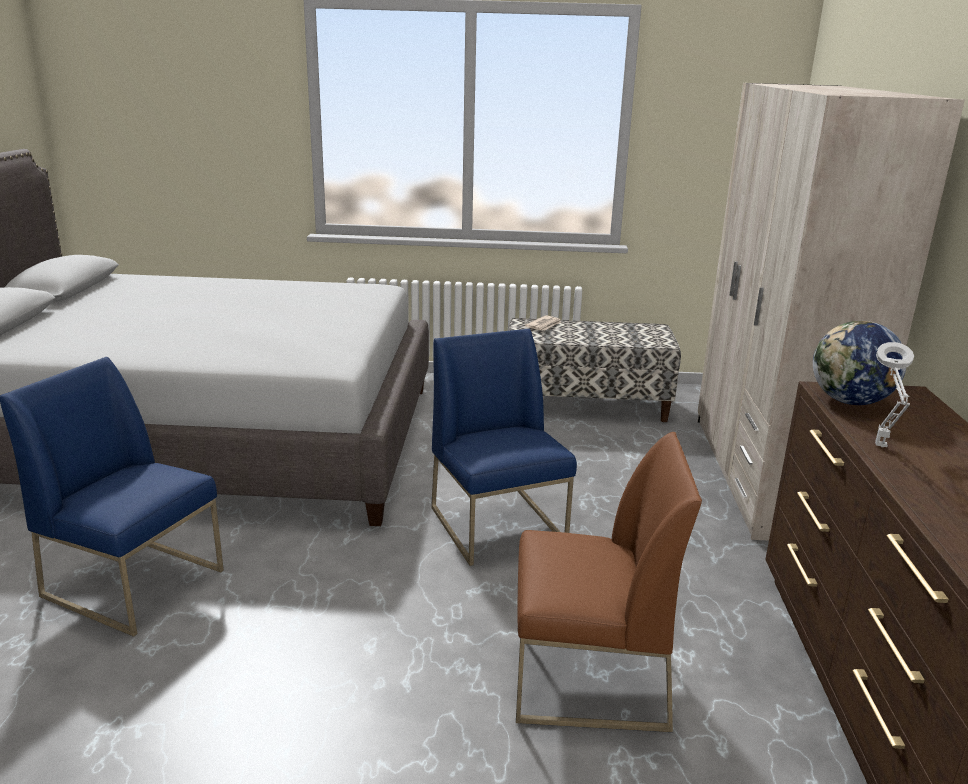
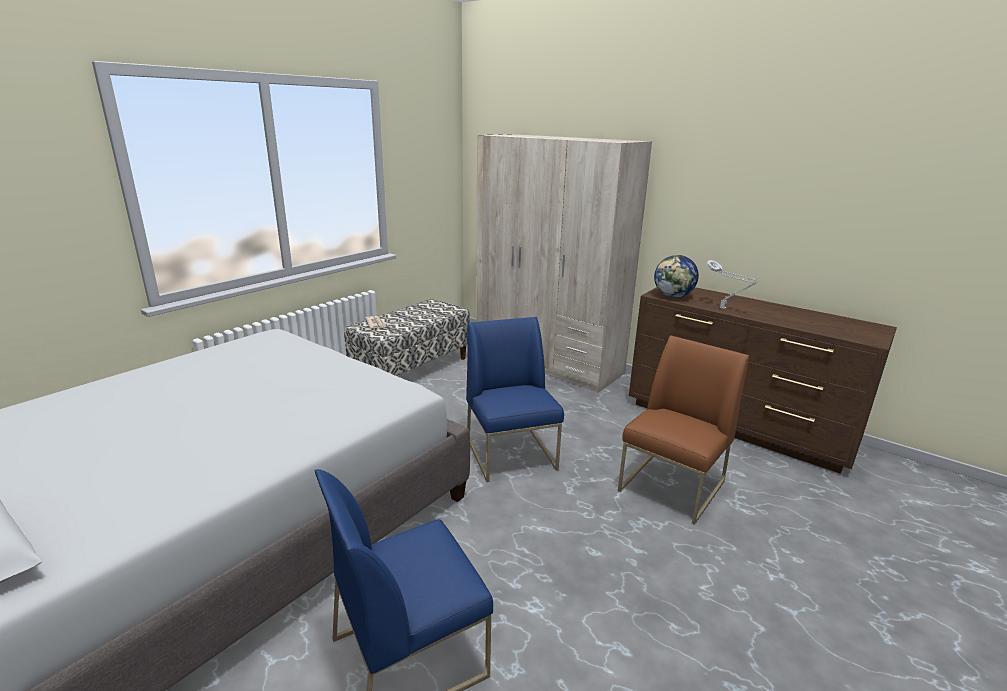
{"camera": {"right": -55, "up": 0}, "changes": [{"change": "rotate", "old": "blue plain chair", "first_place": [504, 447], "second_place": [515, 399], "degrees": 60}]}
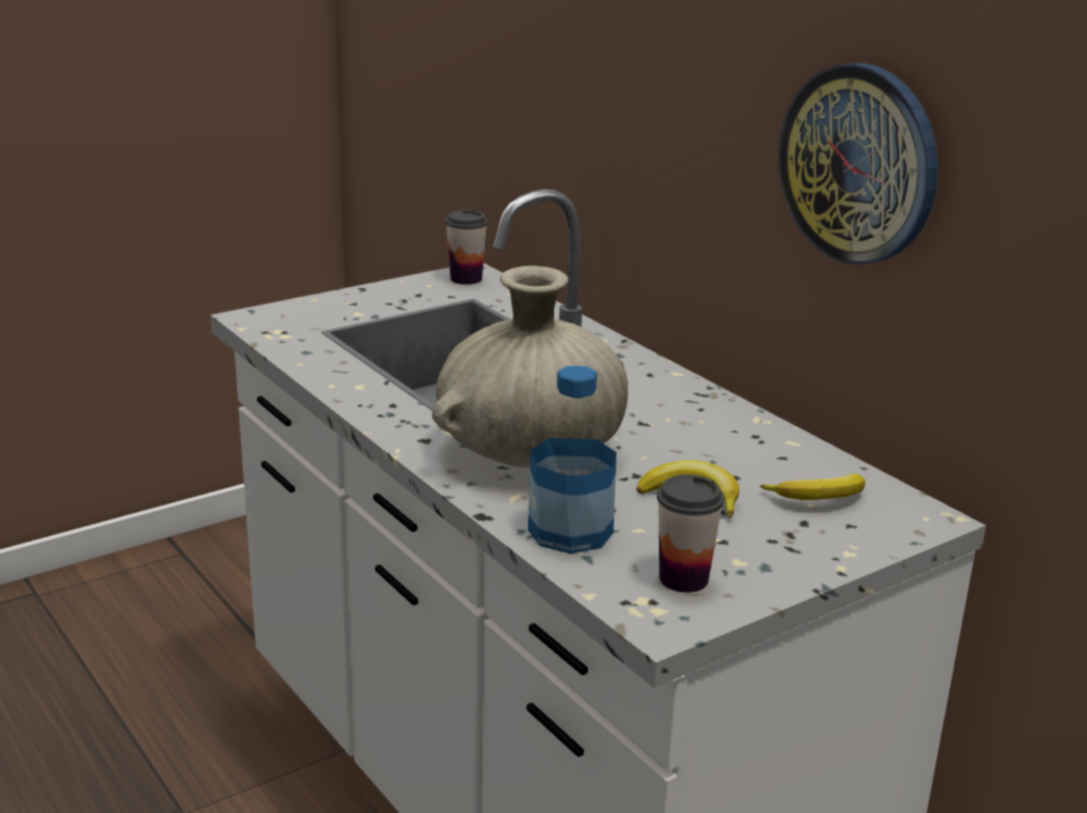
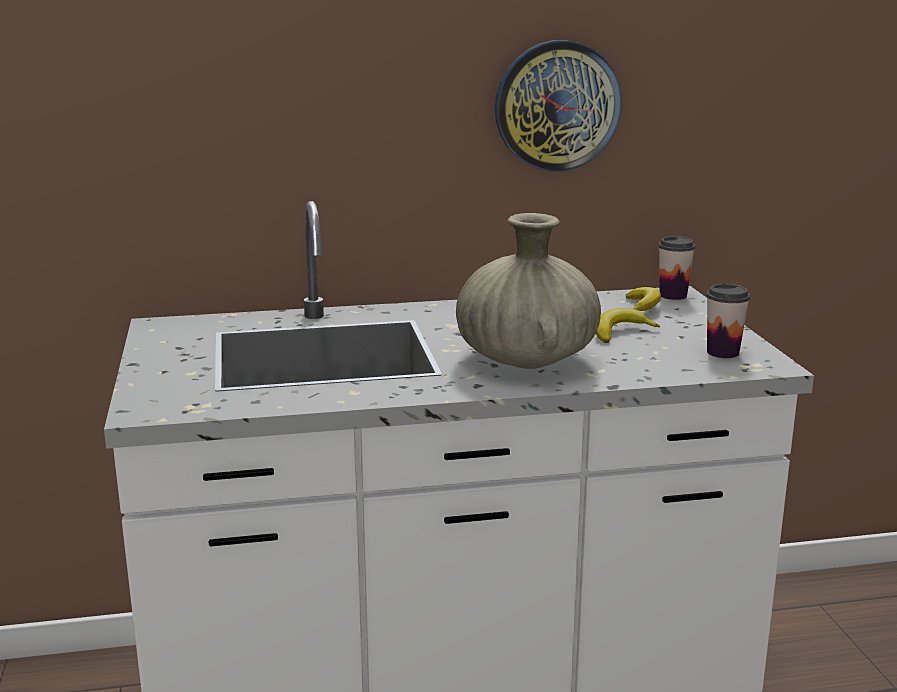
{"camera": {"right": -65, "up": -5}, "changes": [{"change": "move", "old": "small cup", "first_place": [466, 247], "second_place": [677, 268]}, {"change": "delete", "old": "bottle", "first_place": [572, 460]}]}
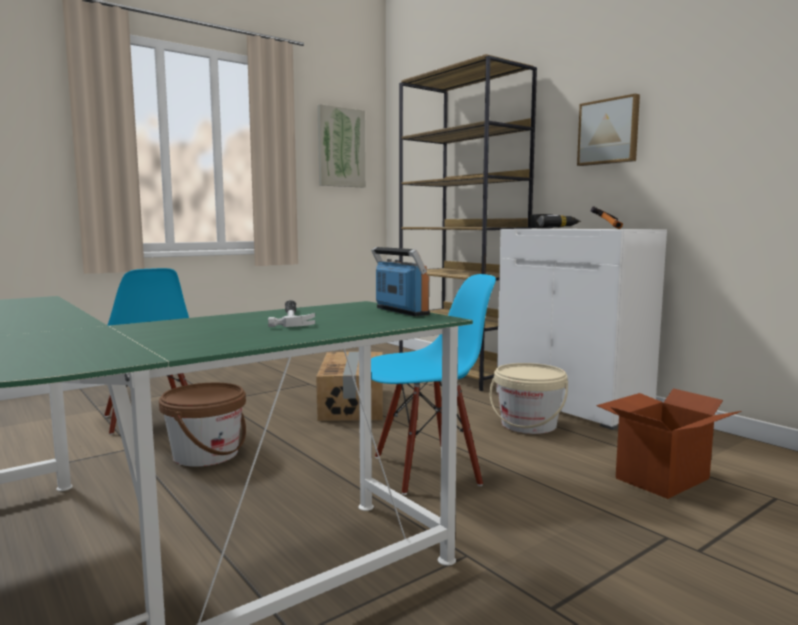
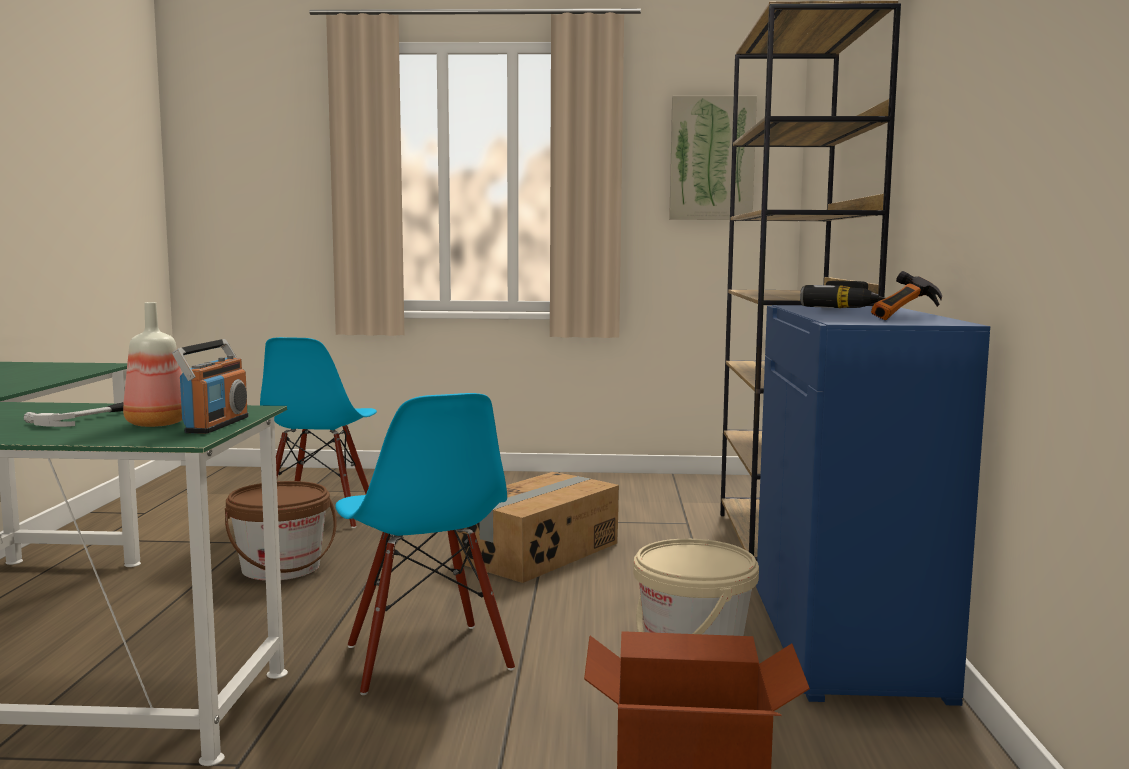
{"camera": {"right": 40, "up": 0}, "changes": [{"change": "delete", "old": "picture", "first_place": [608, 129]}, {"change": "recolor", "old": "white storage cabinet", "new": "blue storage cabinet", "first_place": [582, 329], "second_place": [873, 505]}, {"change": "rotate", "old": "blue plain chair", "first_place": [433, 384], "second_place": [425, 544], "degrees": 45}, {"change": "insert", "new": "bottle", "second_place": [152, 364]}]}
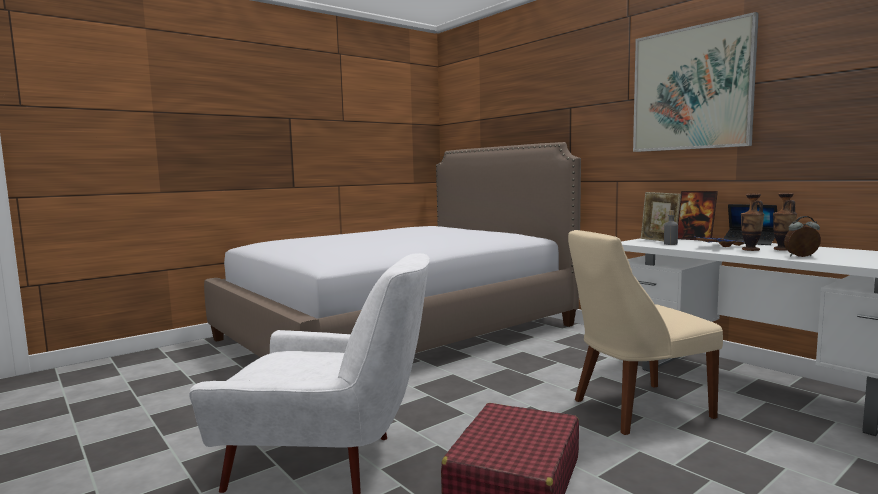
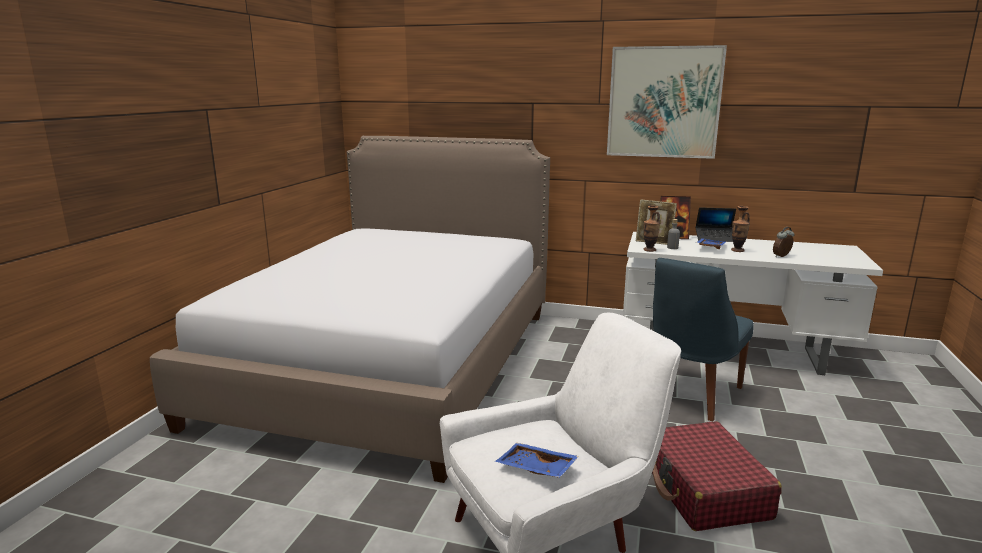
{"camera": {"right": -35, "up": 10}, "changes": [{"change": "move", "old": "vase", "first_place": [785, 222], "second_place": [652, 229]}, {"change": "recolor", "old": "beige plain chair", "new": "blue plain chair", "first_place": [645, 332], "second_place": [703, 339]}, {"change": "insert", "new": "blue carrying tray", "second_place": [537, 460]}]}
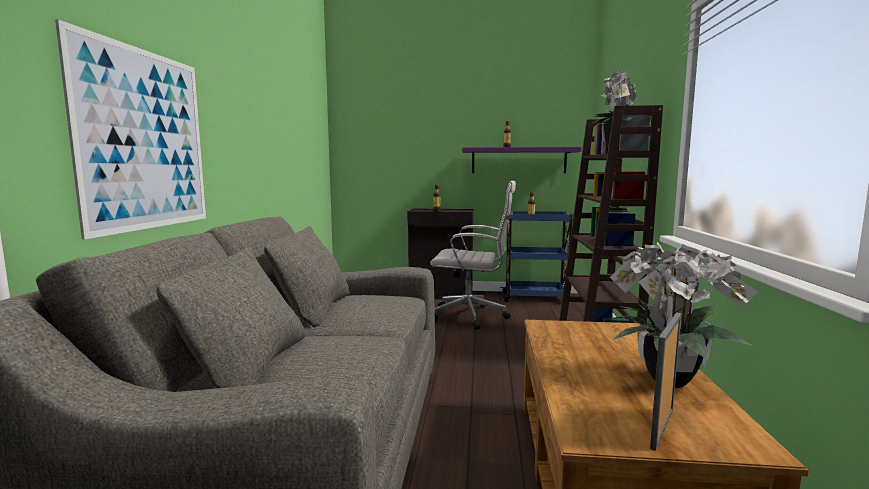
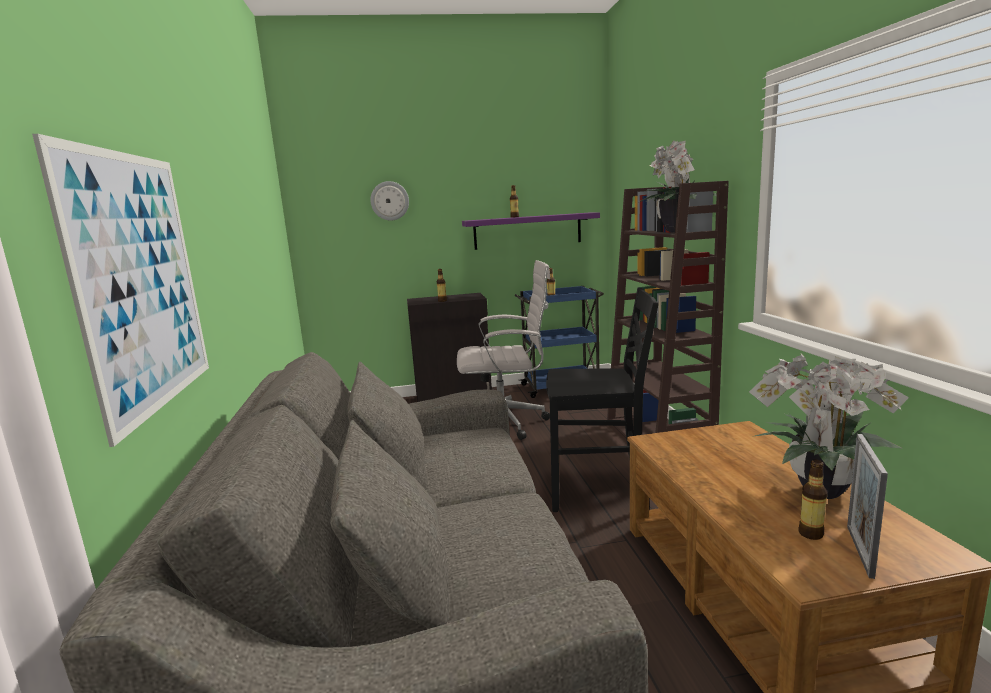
{"camera": {"right": -15, "up": 5}, "changes": [{"change": "insert", "new": "clock on the wall", "second_place": [389, 201]}, {"change": "insert", "new": "black plain chair", "second_place": [602, 400]}, {"change": "insert", "new": "bottle", "second_place": [813, 500]}]}
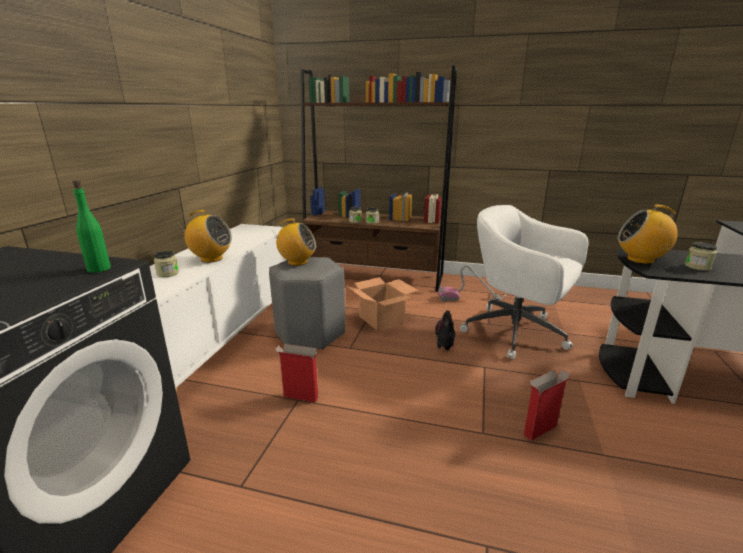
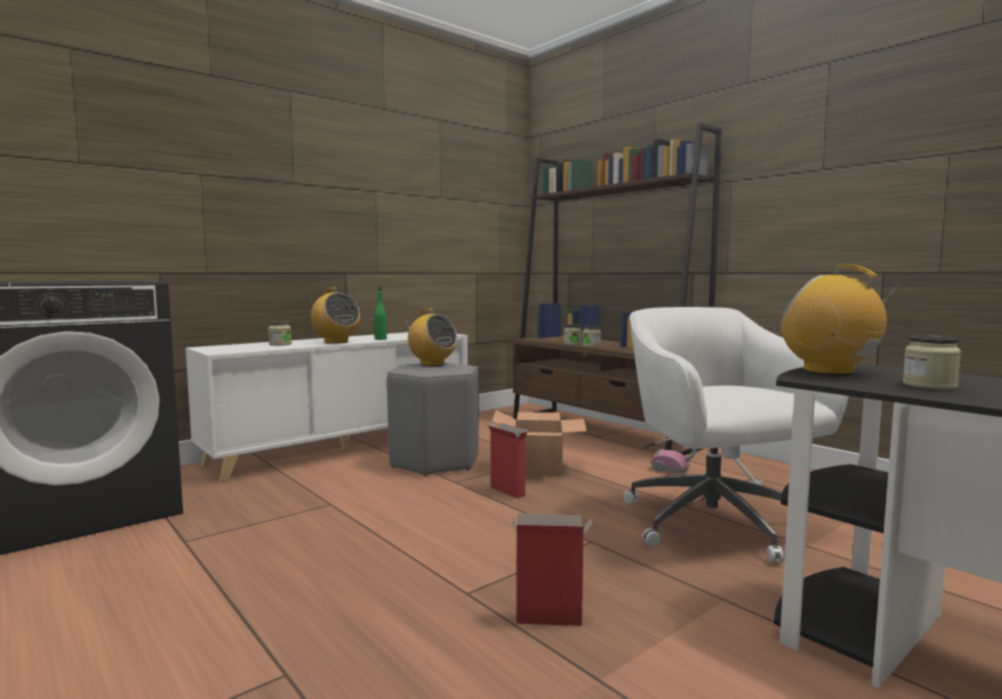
{"camera": {"right": 35, "up": -15}, "changes": [{"change": "move", "old": "greenish bottle", "first_place": [92, 226], "second_place": [380, 313]}, {"change": "delete", "old": "boot", "first_place": [445, 330]}, {"change": "move", "old": "carton", "first_place": [296, 373], "second_place": [508, 460]}]}
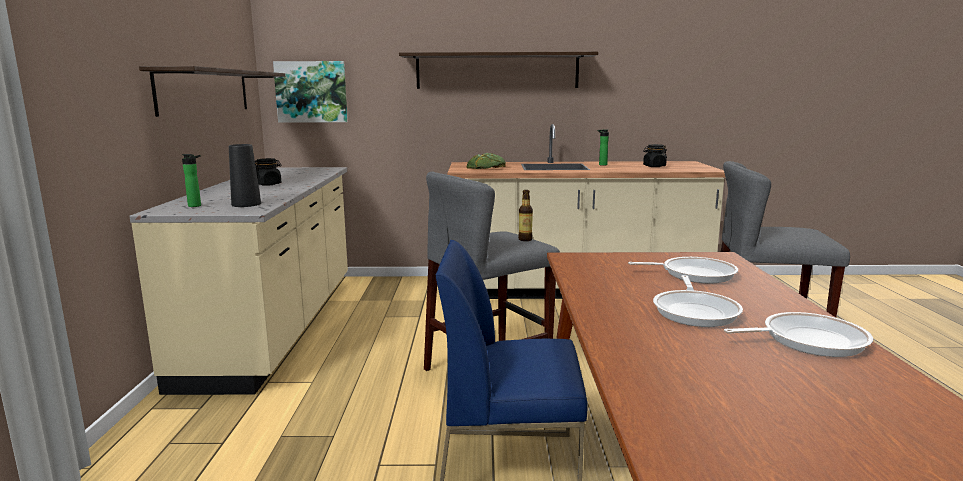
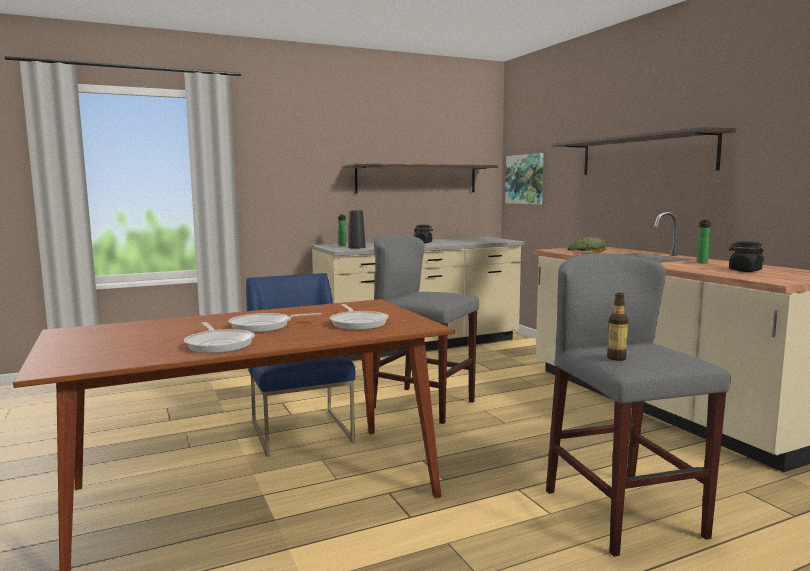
{"camera": {"right": 65, "up": -5}, "changes": [{"change": "move", "old": "bottle", "first_place": [525, 215], "second_place": [617, 327]}]}
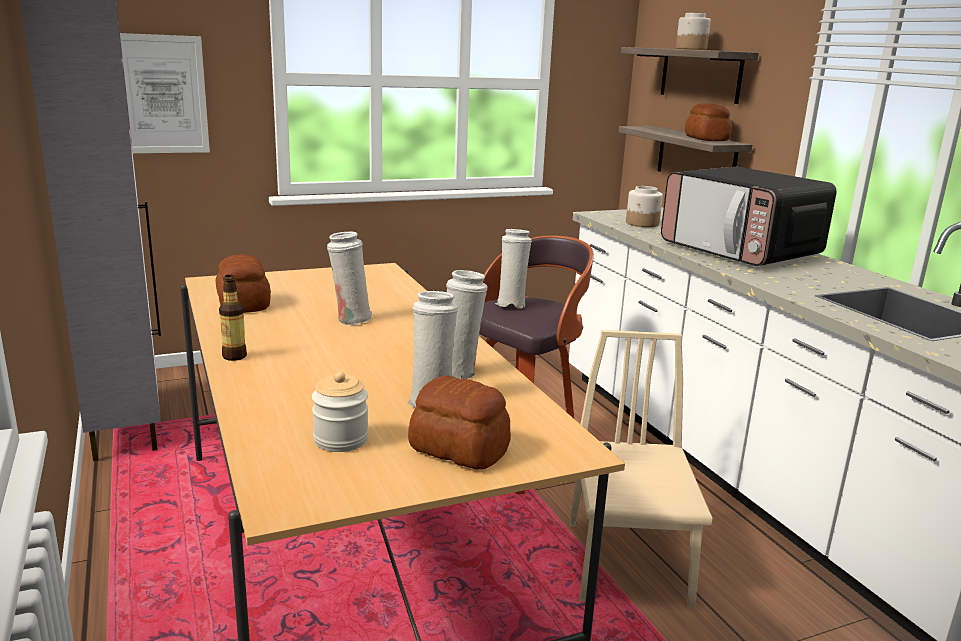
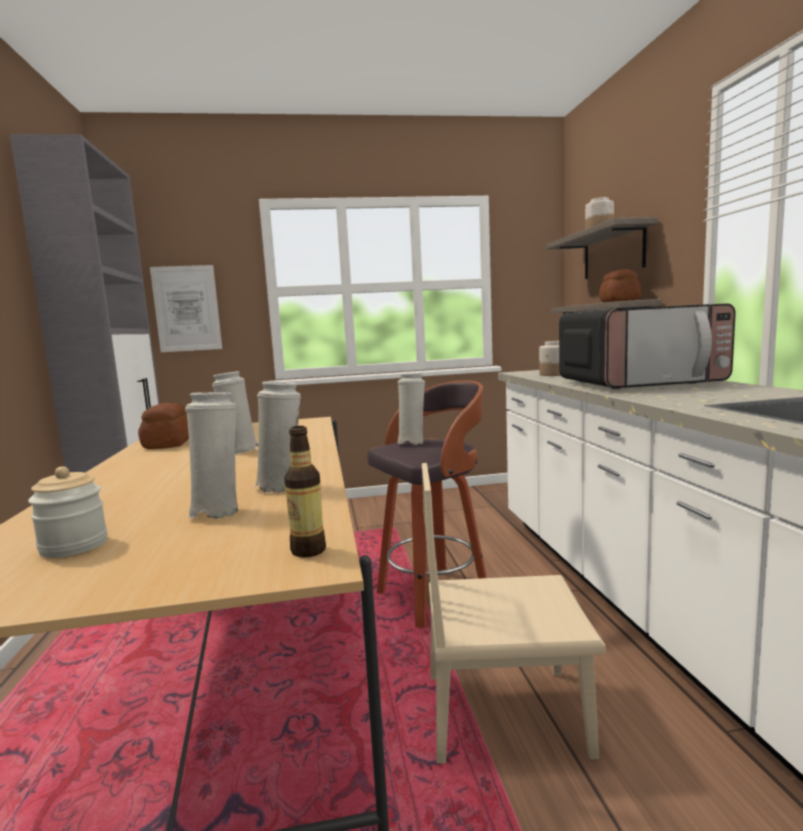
{"camera": {"right": 15, "up": -10}, "changes": [{"change": "rotate", "old": "microwave oven", "first_place": [749, 216], "second_place": [647, 346], "degrees": -75}, {"change": "move", "old": "bottle", "first_place": [233, 318], "second_place": [305, 492]}, {"change": "rotate", "old": "beige plain chair", "first_place": [641, 469], "second_place": [513, 613], "degrees": -105}, {"change": "delete", "old": "bakery bread", "first_place": [459, 422]}]}
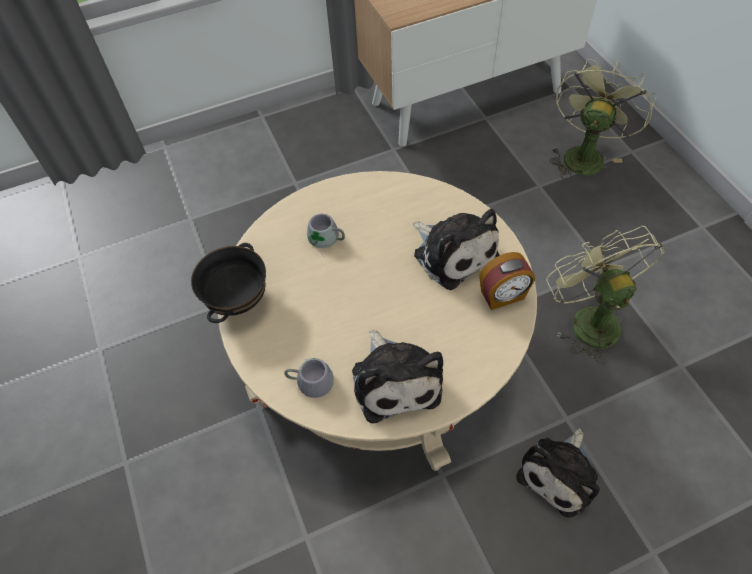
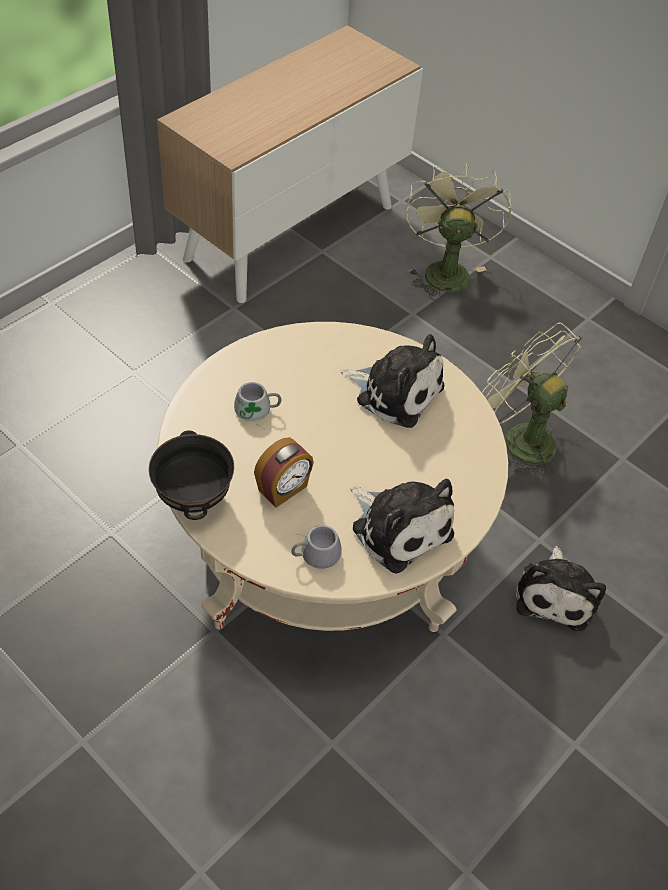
{"camera": {"right": -30, "up": -5}, "changes": [{"change": "move", "old": "table clock", "first_place": [507, 281], "second_place": [284, 472]}]}
